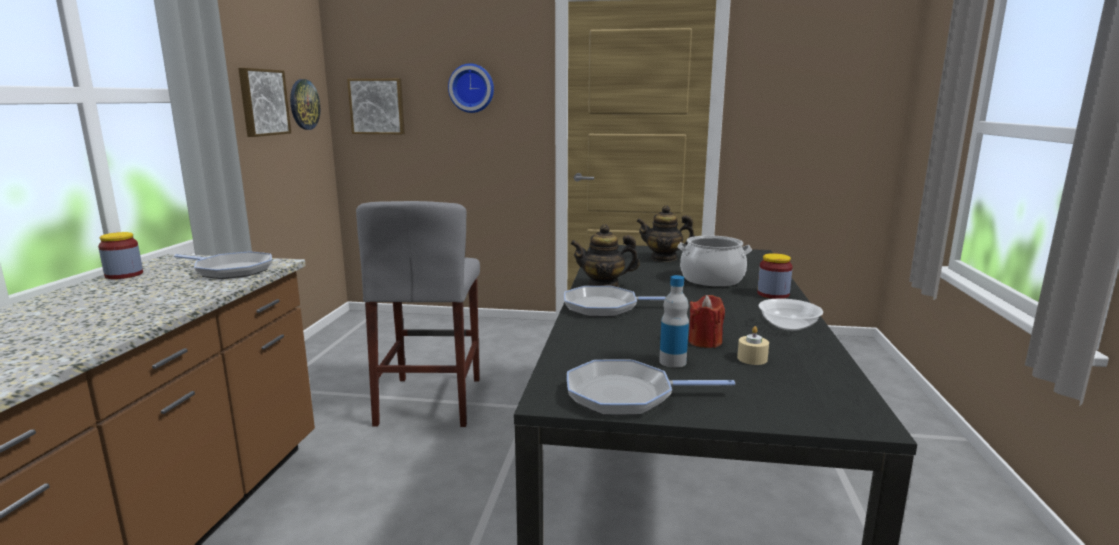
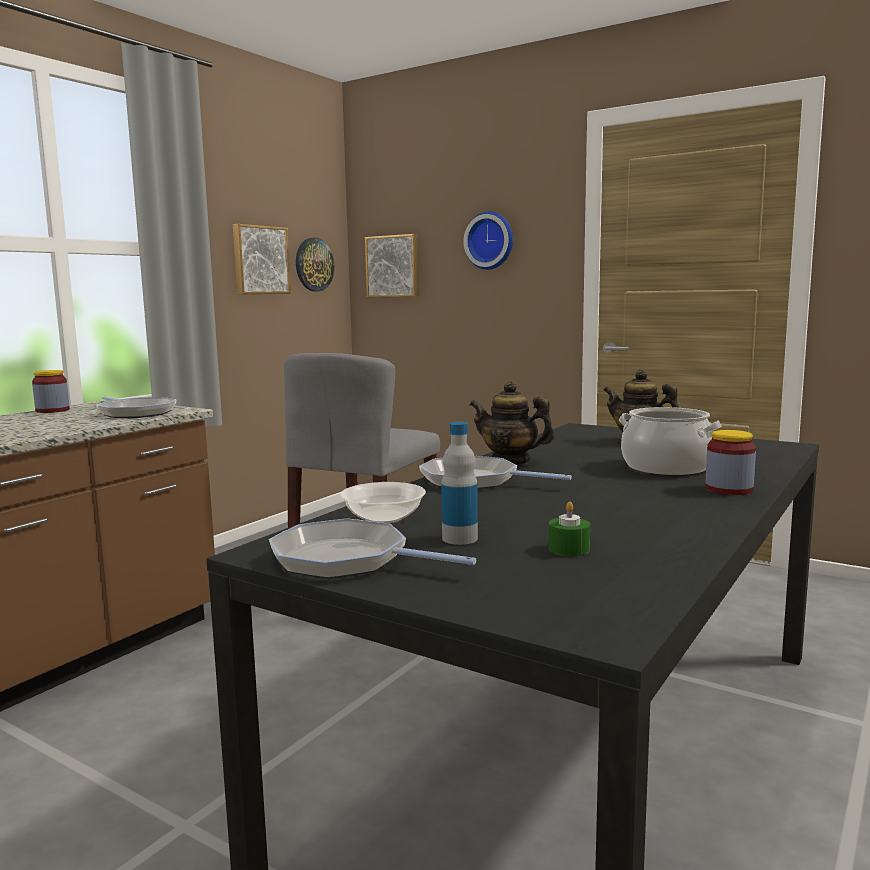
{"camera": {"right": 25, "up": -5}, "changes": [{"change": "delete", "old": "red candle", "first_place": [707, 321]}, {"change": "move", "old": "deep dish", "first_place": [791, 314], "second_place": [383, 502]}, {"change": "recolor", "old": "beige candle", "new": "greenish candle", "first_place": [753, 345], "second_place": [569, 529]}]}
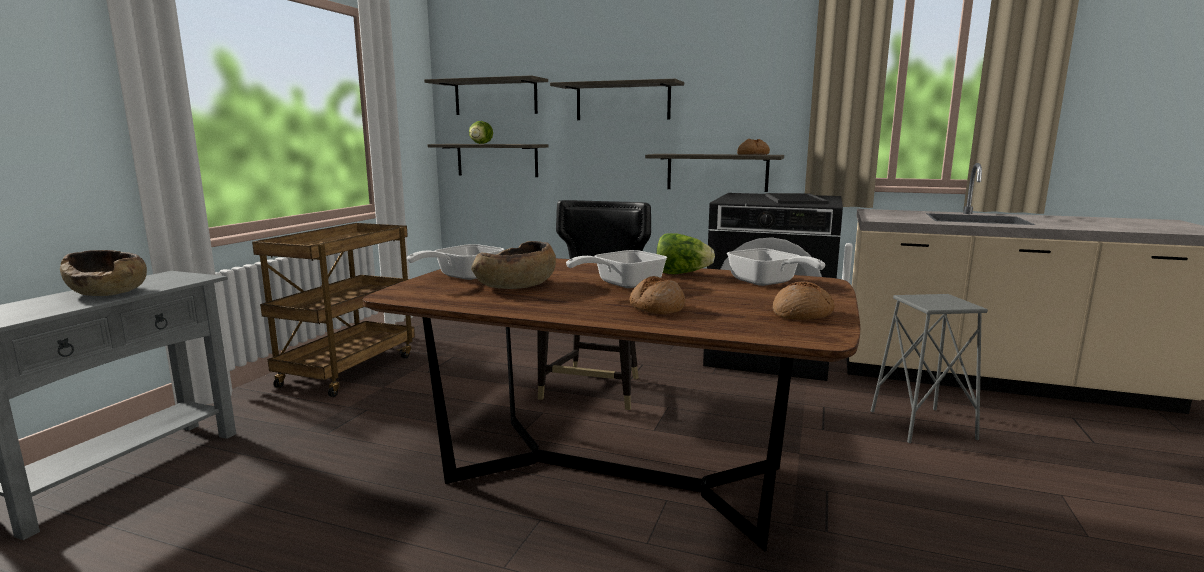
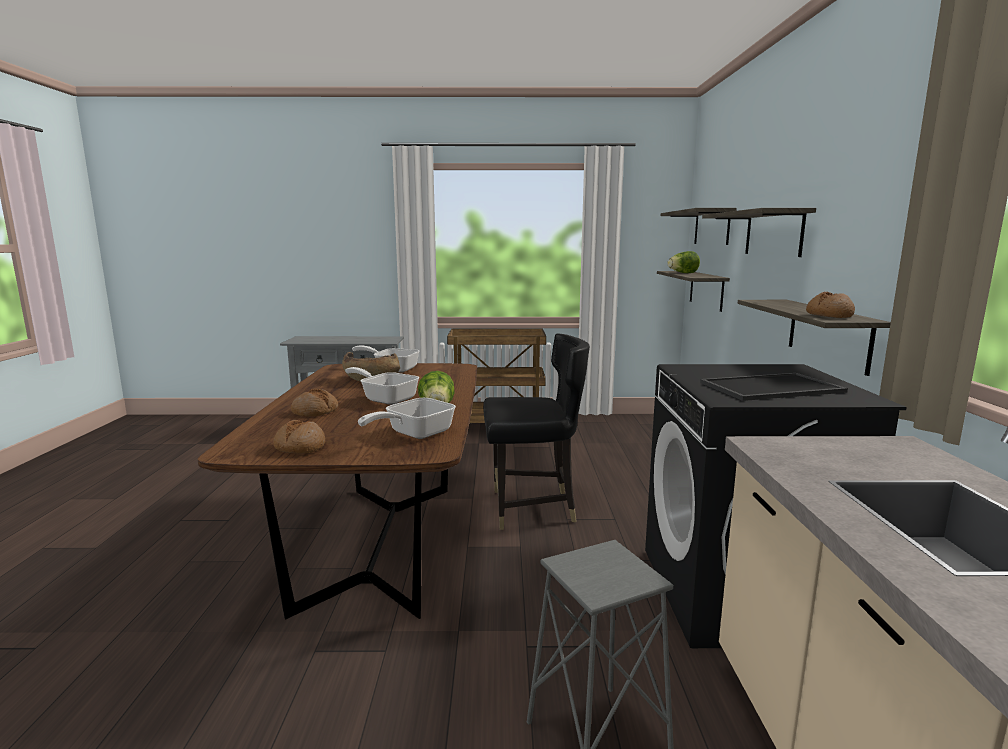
{"camera": {"right": 70, "up": 0}, "changes": [{"change": "delete", "old": "brownish deep dish", "first_place": [103, 273]}]}
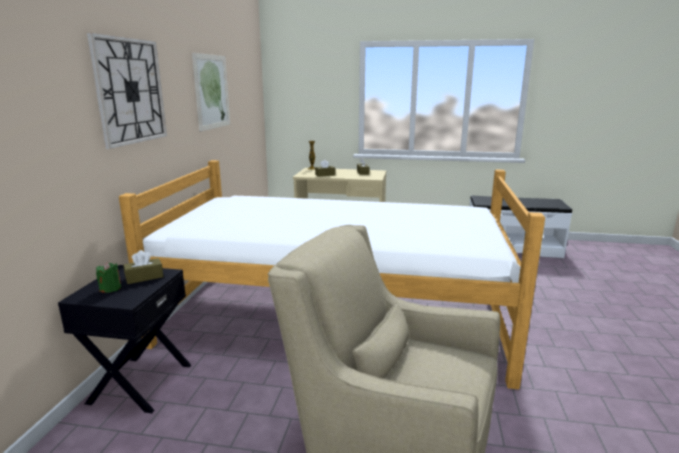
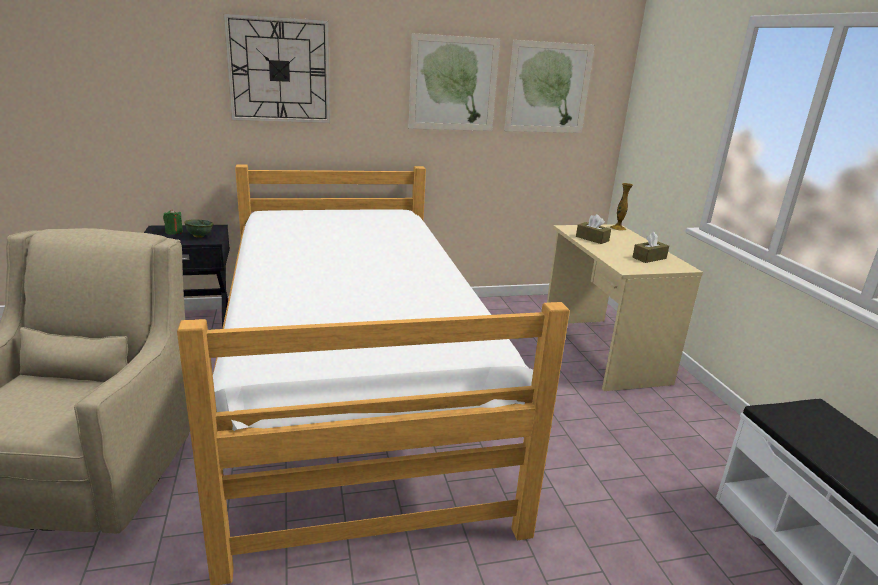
{"camera": {"right": 65, "up": 5}, "changes": [{"change": "replace", "old": "brownish tissue holder", "new": "greenish deep dish", "first_place": [143, 267], "second_place": [199, 228]}, {"change": "insert", "new": "picture", "second_place": [549, 86]}]}
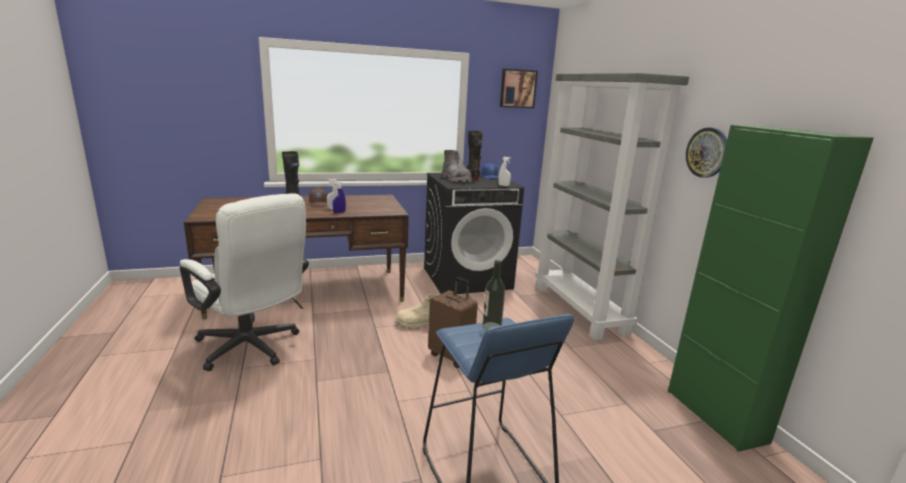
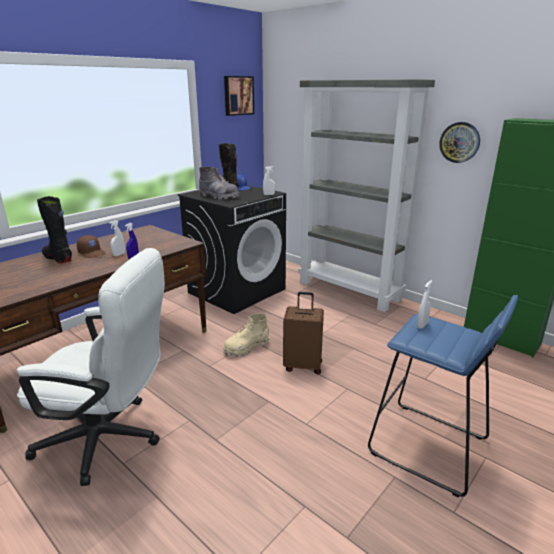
{"camera": {"right": -30, "up": 5}, "changes": [{"change": "replace", "old": "bottle", "new": "white spray bottle", "first_place": [493, 295], "second_place": [425, 304]}]}
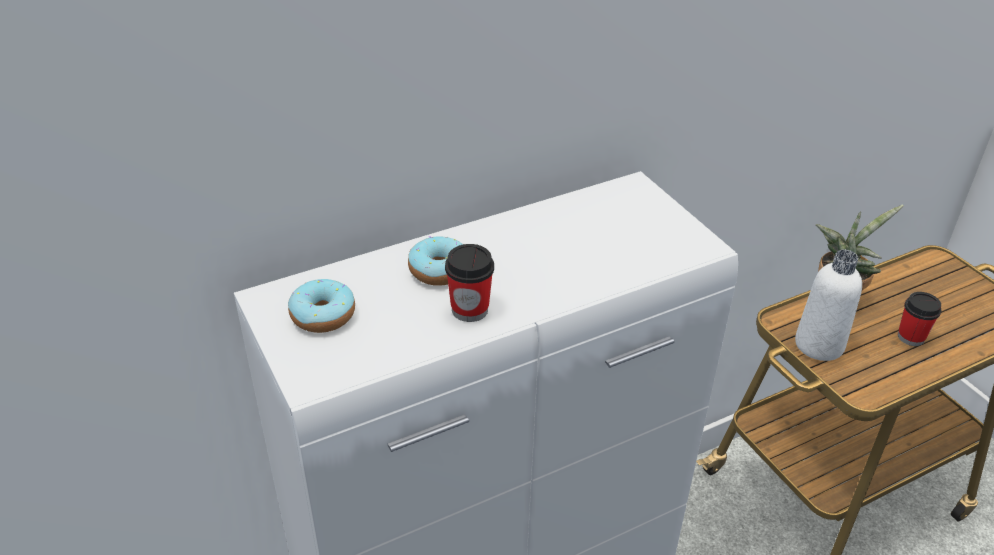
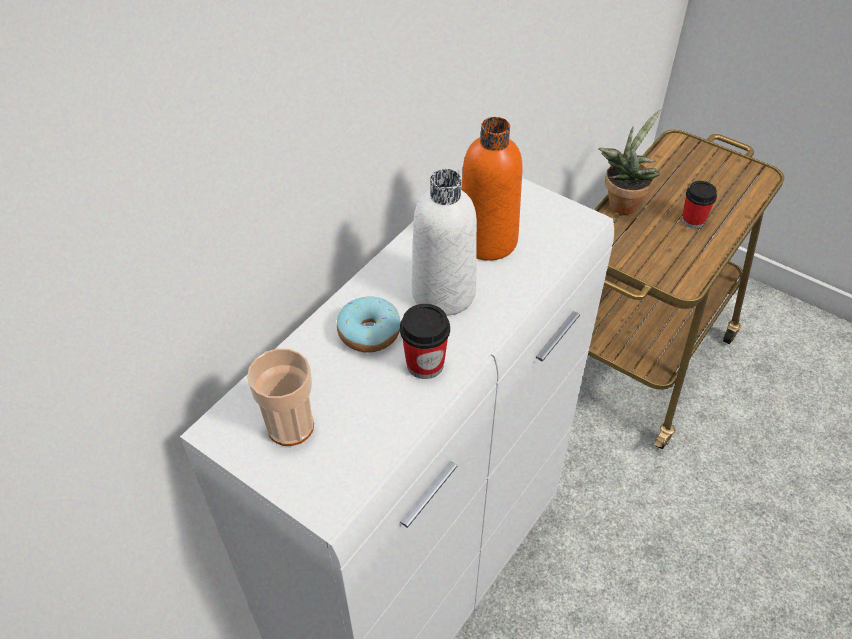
{"camera": {"right": -25, "up": 10}, "changes": [{"change": "move", "old": "white bottle", "first_place": [828, 305], "second_place": [444, 242]}, {"change": "replace", "old": "ring doughnut", "new": "small cup", "first_place": [321, 306], "second_place": [280, 397]}, {"change": "insert", "new": "orangey bottle", "second_place": [492, 189]}]}
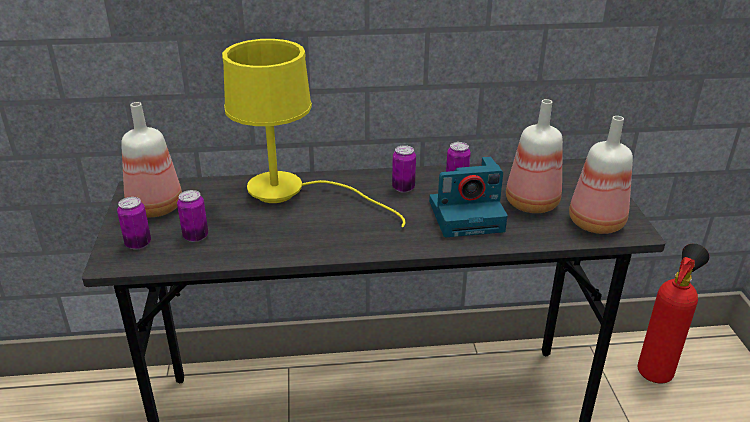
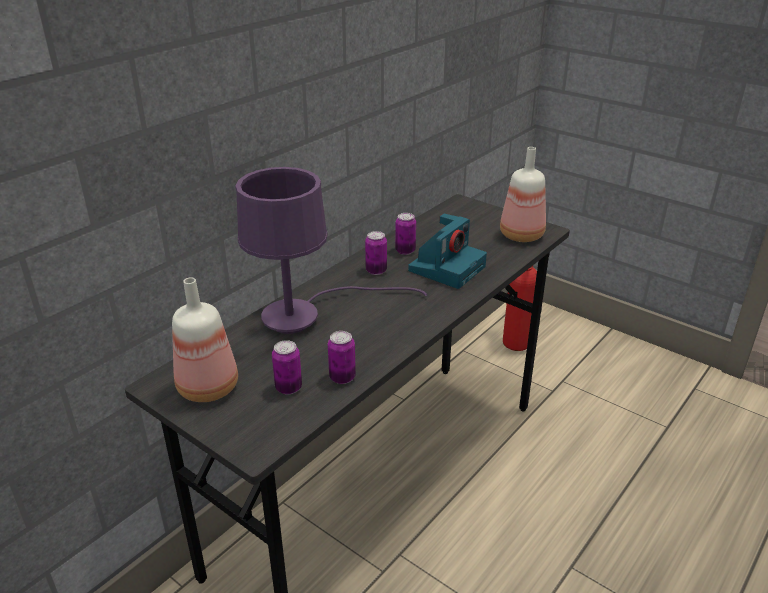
{"camera": {"right": -45, "up": 0}, "changes": [{"change": "recolor", "old": "yellow-coloured tabletop lamp", "new": "purple-coloured tabletop lamp", "first_place": [314, 133], "second_place": [331, 250]}, {"change": "delete", "old": "bottle", "first_place": [534, 156]}, {"change": "move", "old": "metal can", "first_place": [134, 223], "second_place": [342, 357]}]}
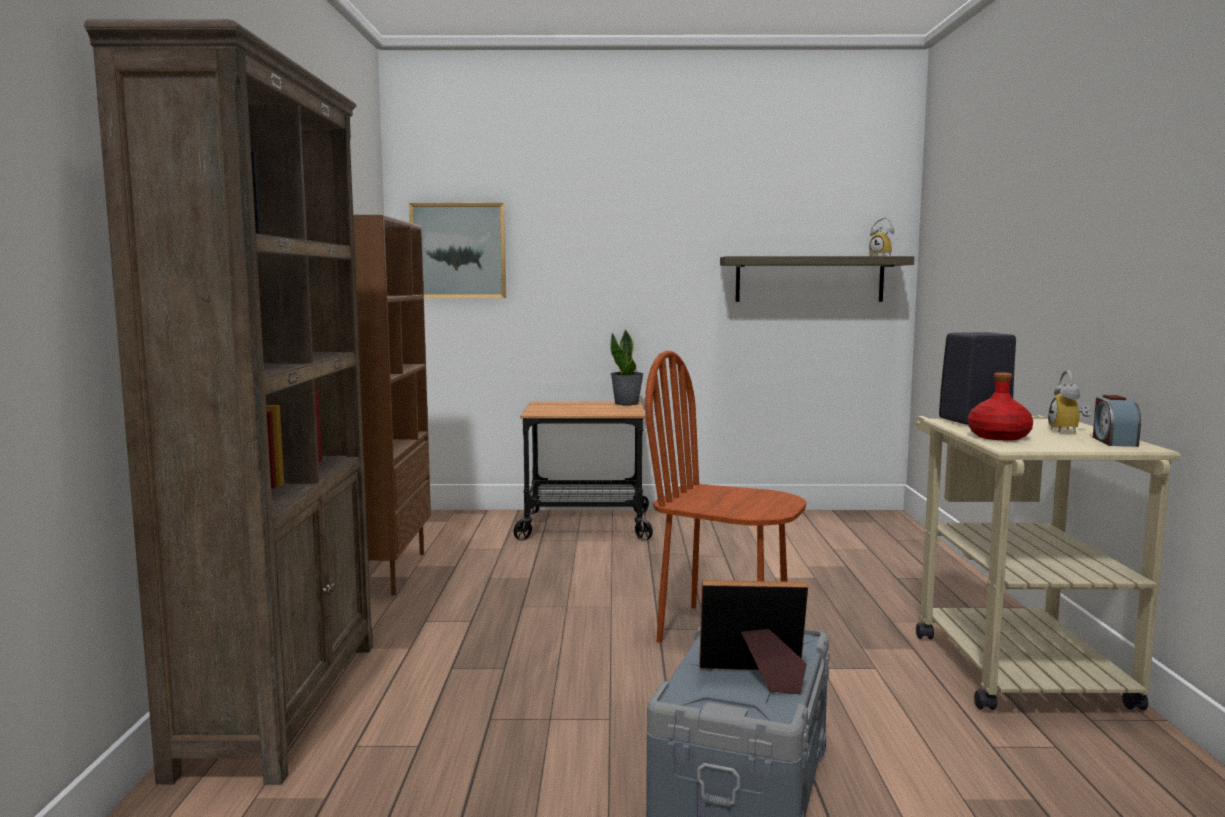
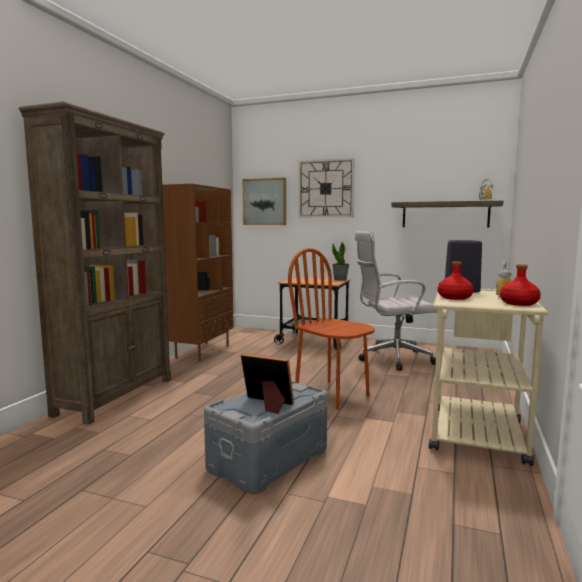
{"camera": {"right": 20, "up": 0}, "changes": [{"change": "replace", "old": "table clock", "new": "red bottle", "first_place": [1117, 421], "second_place": [520, 285]}, {"change": "insert", "new": "clock on the wall", "second_place": [326, 188]}, {"change": "insert", "new": "white desk chair", "second_place": [396, 301]}]}
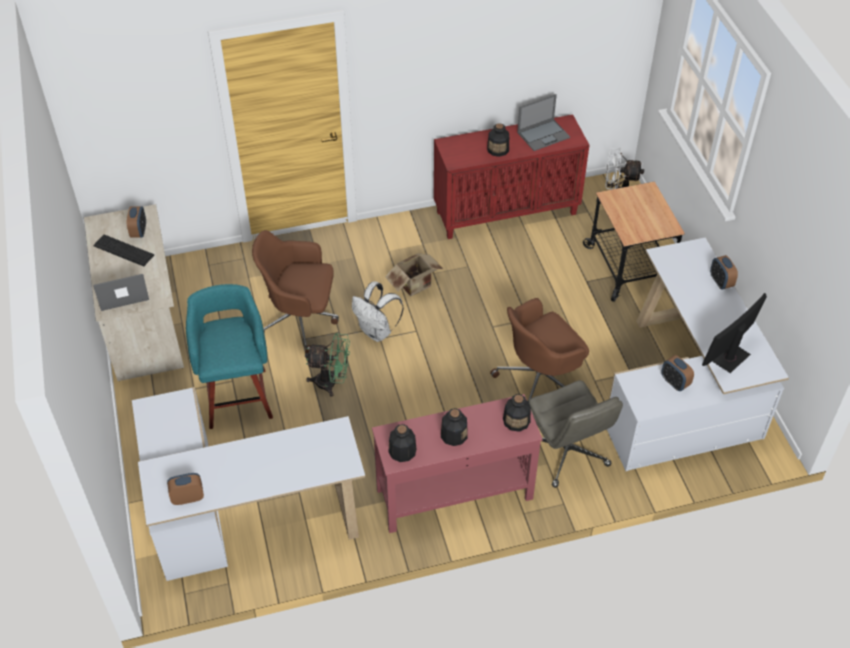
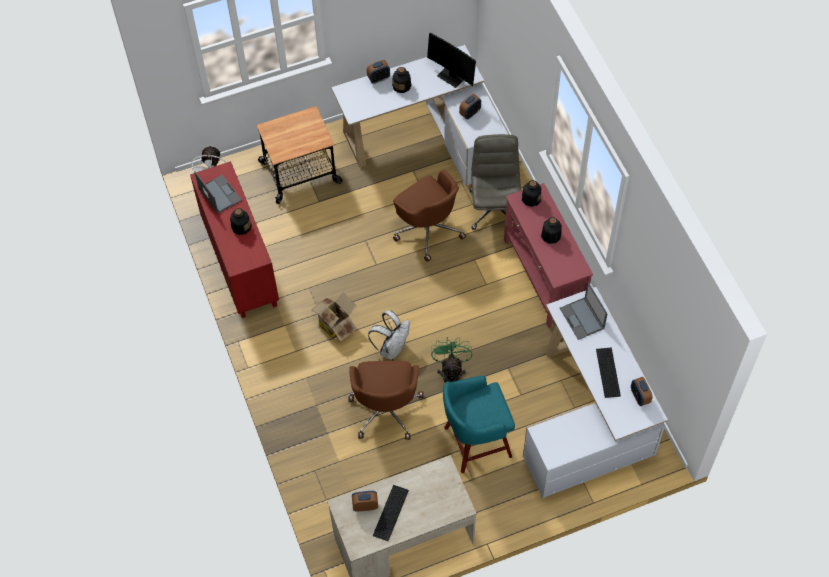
{"camera": {"right": -95, "up": 10}, "changes": [{"change": "move", "old": "notebook computer", "first_place": [121, 292], "second_place": [584, 311]}, {"change": "rotate", "old": "grey desk chair", "first_place": [575, 434], "second_place": [495, 182], "degrees": -60}, {"change": "move", "old": "bottle", "first_place": [402, 443], "second_place": [401, 80]}, {"change": "insert", "new": "keyboard", "second_place": [608, 373]}]}
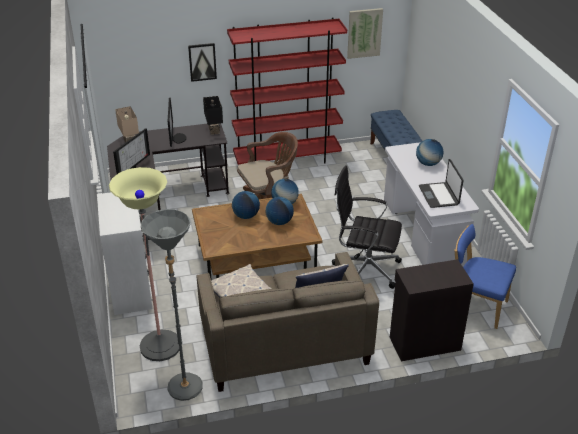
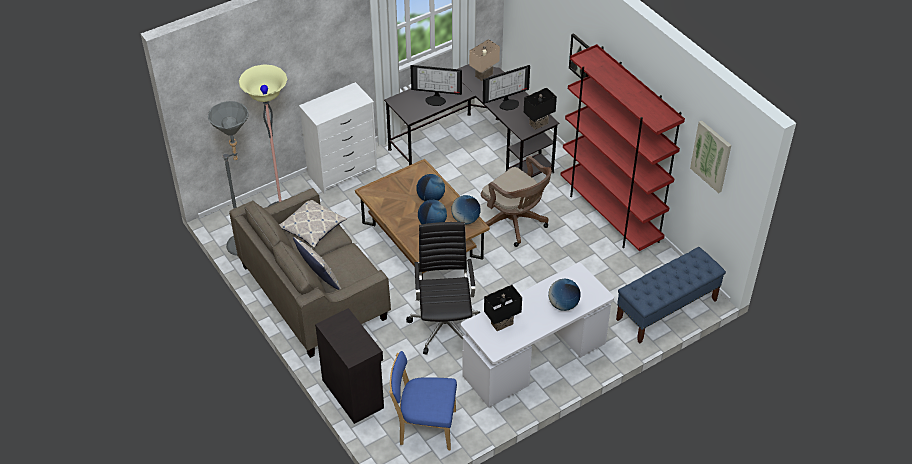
{"camera": {"right": 70, "up": 10}, "changes": [{"change": "replace", "old": "notebook computer", "new": "black tabletop lamp", "first_place": [441, 183], "second_place": [503, 308]}, {"change": "rotate", "old": "blue plain chair", "first_place": [485, 276], "second_place": [423, 400], "degrees": -90}]}
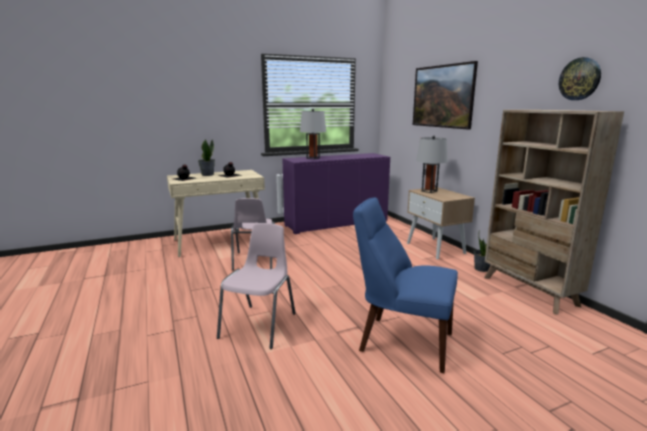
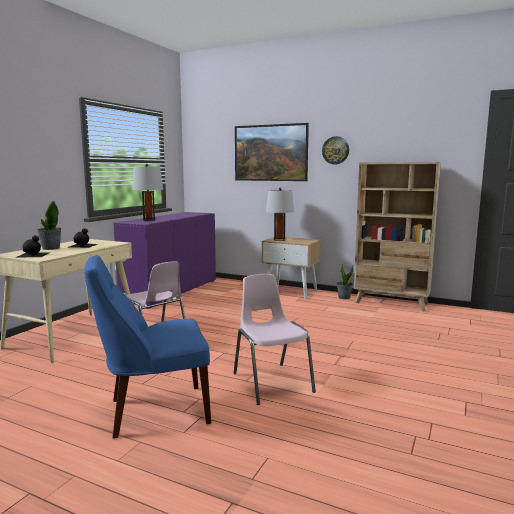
{"camera": {"right": -40, "up": -5}, "changes": [{"change": "move", "old": "clock on the wall", "first_place": [580, 78], "second_place": [335, 150]}, {"change": "move", "old": "blue plain chair", "first_place": [405, 285], "second_place": [147, 347]}]}
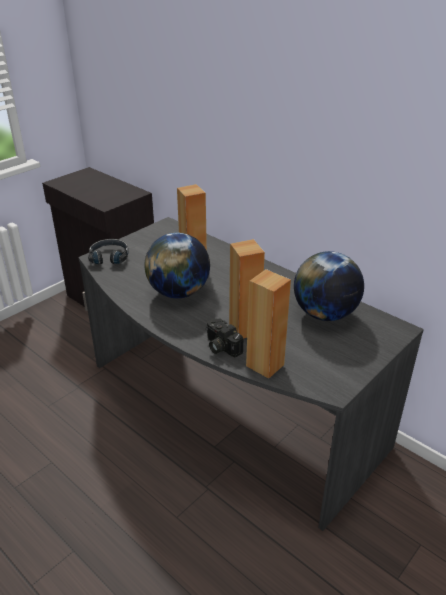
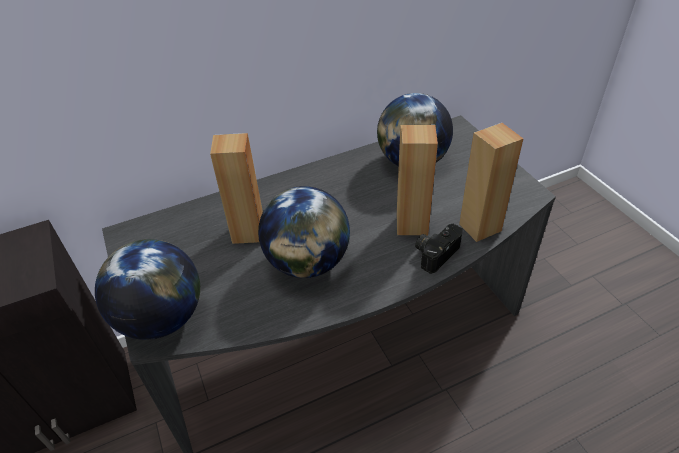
{"camera": {"right": -65, "up": 10}, "changes": [{"change": "replace", "old": "black headset", "new": "desk globe", "first_place": [108, 251], "second_place": [147, 289]}, {"change": "rotate", "old": "still camera", "first_place": [224, 338], "second_place": [439, 249], "degrees": 150}]}
